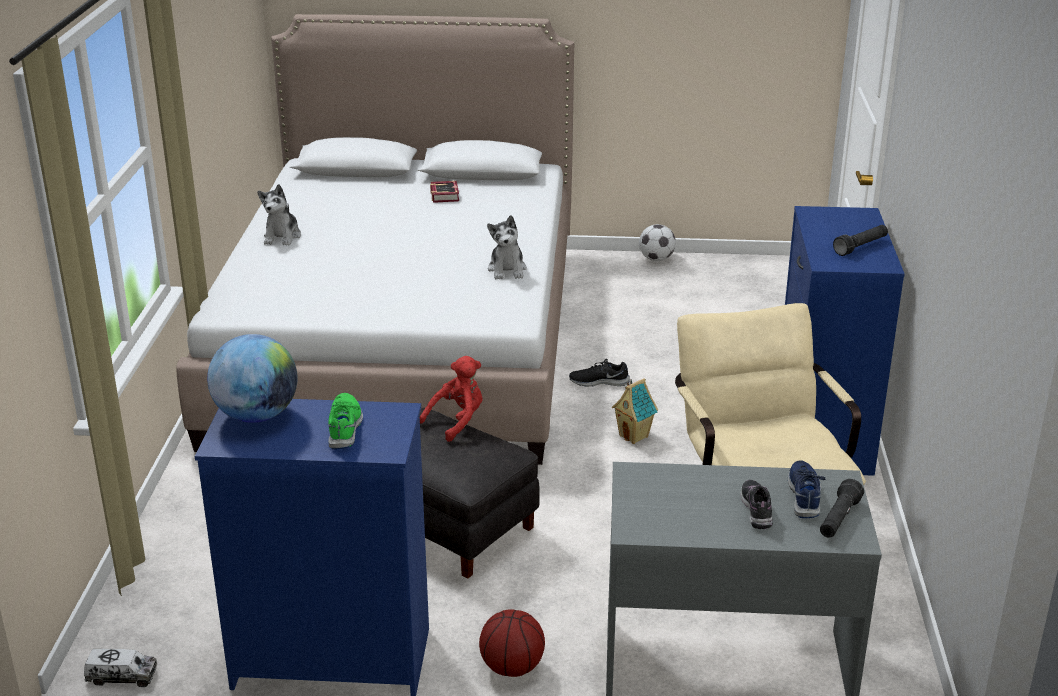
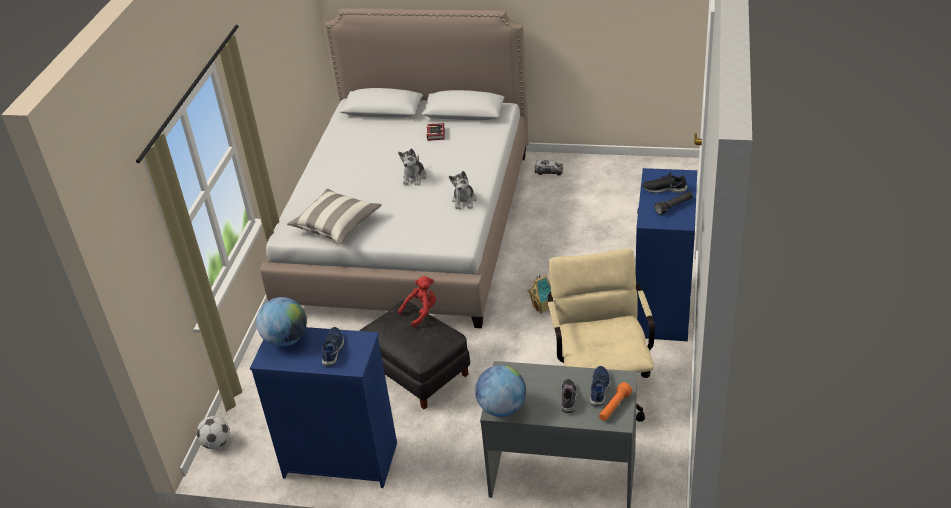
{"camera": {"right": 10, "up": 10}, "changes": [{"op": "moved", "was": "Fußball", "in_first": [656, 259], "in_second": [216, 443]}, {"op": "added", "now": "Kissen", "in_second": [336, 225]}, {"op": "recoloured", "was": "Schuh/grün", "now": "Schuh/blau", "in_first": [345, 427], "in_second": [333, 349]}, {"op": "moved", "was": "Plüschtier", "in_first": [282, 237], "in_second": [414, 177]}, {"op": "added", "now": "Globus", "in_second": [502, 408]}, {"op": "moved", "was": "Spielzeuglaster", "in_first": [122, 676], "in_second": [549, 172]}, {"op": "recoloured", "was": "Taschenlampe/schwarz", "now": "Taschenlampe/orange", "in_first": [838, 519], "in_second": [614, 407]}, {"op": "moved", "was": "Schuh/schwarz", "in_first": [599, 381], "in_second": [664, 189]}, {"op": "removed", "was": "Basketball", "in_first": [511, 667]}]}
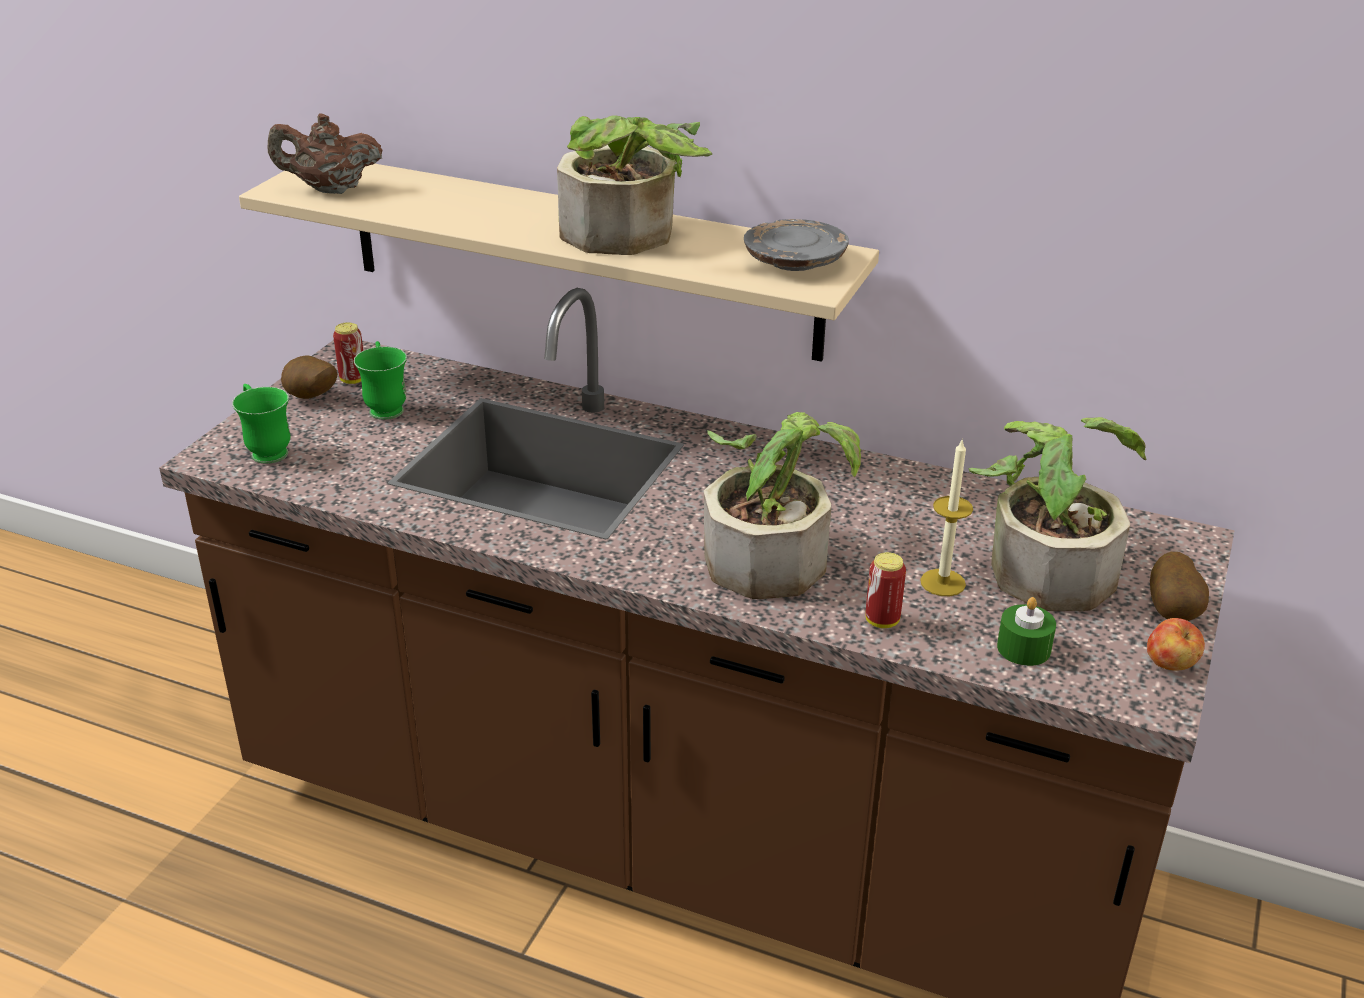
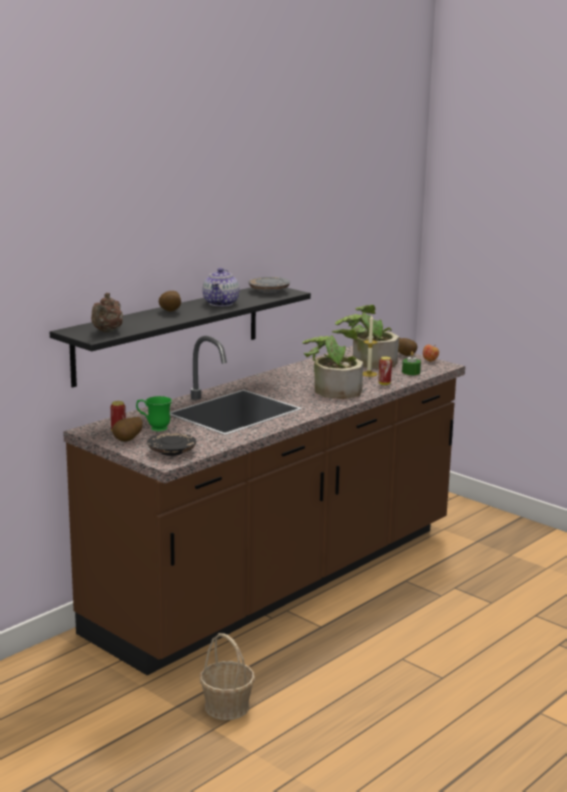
{"camera": {"right": -70, "up": -15}, "changes": [{"op": "recoloured", "was": "Wandregal/beige", "now": "Wandregal/schwarz", "in_first": [580, 256], "in_second": [169, 333]}, {"op": "replaced", "was": "Henkelbecher/grün", "now": "Teller/schwarz", "in_first": [266, 450], "in_second": [171, 452]}, {"op": "added", "now": "Kartoffel", "in_second": [169, 311]}, {"op": "added", "now": "Korb", "in_second": [227, 706]}, {"op": "replaced", "was": "Topfpflanze", "now": "Teekanne", "in_first": [629, 237], "in_second": [221, 303]}]}
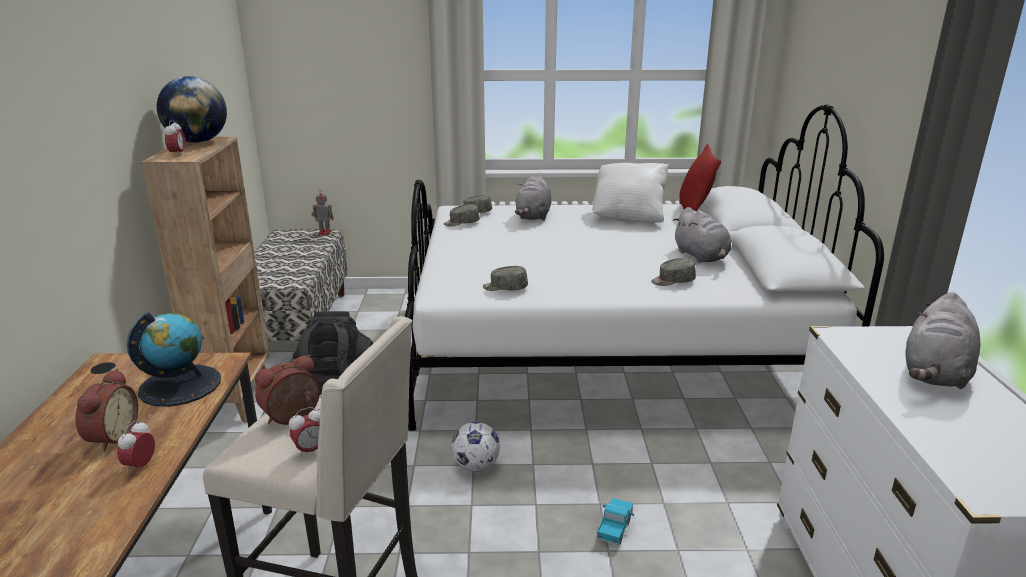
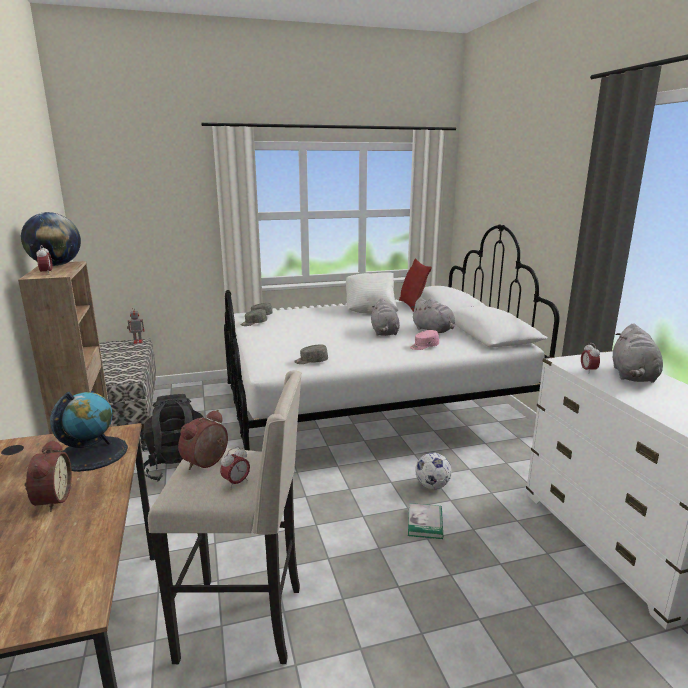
{"camera": {"right": -15, "up": -5}, "changes": [{"op": "moved", "was": "Plüschtier/grau", "in_first": [533, 216], "in_second": [384, 333]}, {"op": "replaced", "was": "Spielzeuglaster", "now": "Buch", "in_first": [614, 528], "in_second": [425, 522]}, {"op": "recoloured", "was": "Kappe/grau", "now": "Kappe/rosa", "in_first": [672, 281], "in_second": [424, 346]}, {"op": "moved", "was": "Fußball", "in_first": [476, 466], "in_second": [432, 486]}, {"op": "moved", "was": "Wecker", "in_first": [140, 466], "in_second": [588, 371]}]}
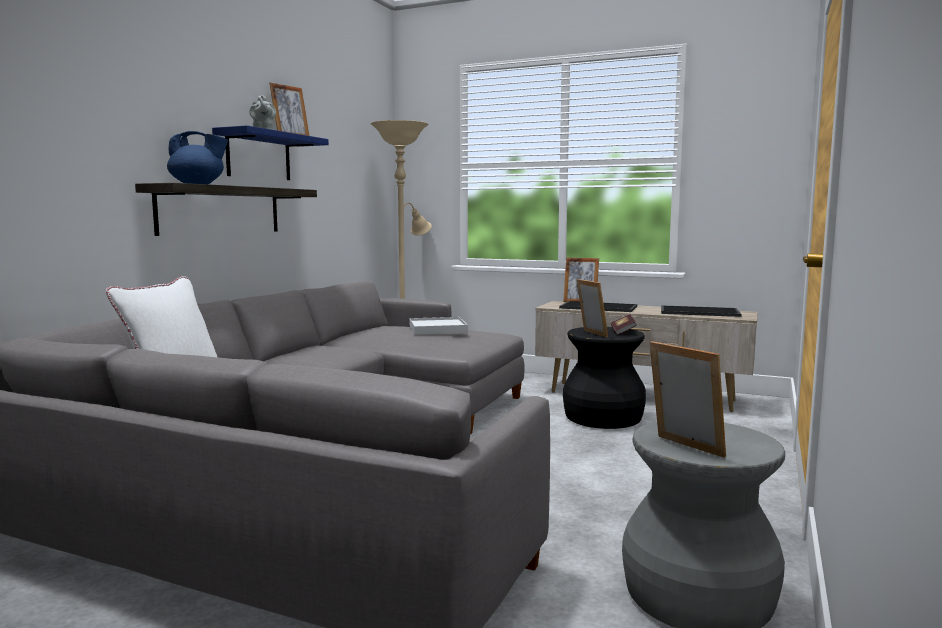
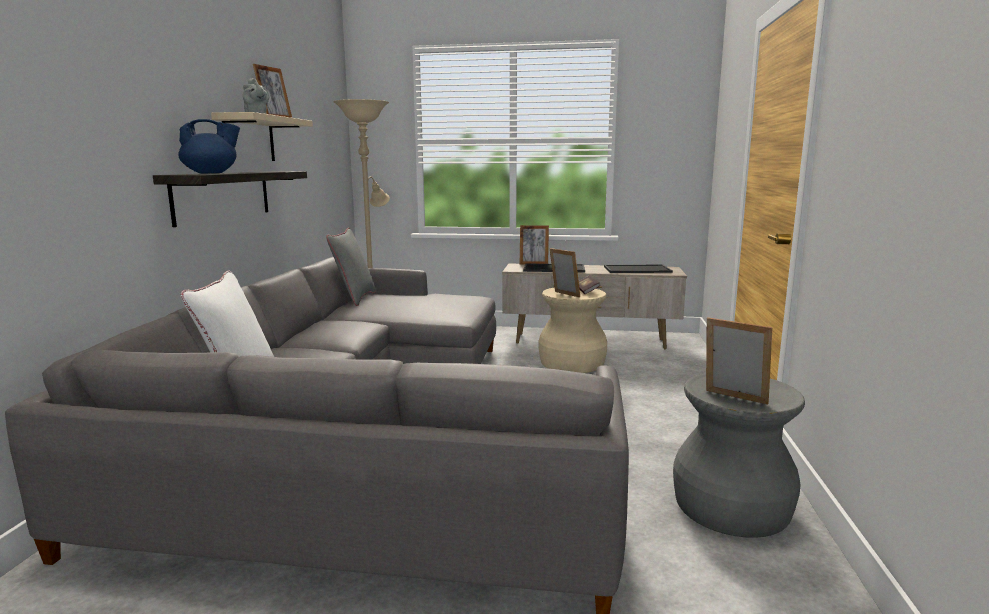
{"camera": {"right": -15, "up": 5}, "changes": [{"op": "recoloured", "was": "Wandregal/blau", "now": "Wandregal/beige", "in_first": [258, 156], "in_second": [249, 139]}, {"op": "added", "now": "Kissen/grau", "in_second": [354, 298]}, {"op": "recoloured", "was": "Hocker/schwarz", "now": "Hocker/beige", "in_first": [601, 418], "in_second": [571, 364]}, {"op": "removed", "was": "Tablett/weiß", "in_first": [437, 329]}]}
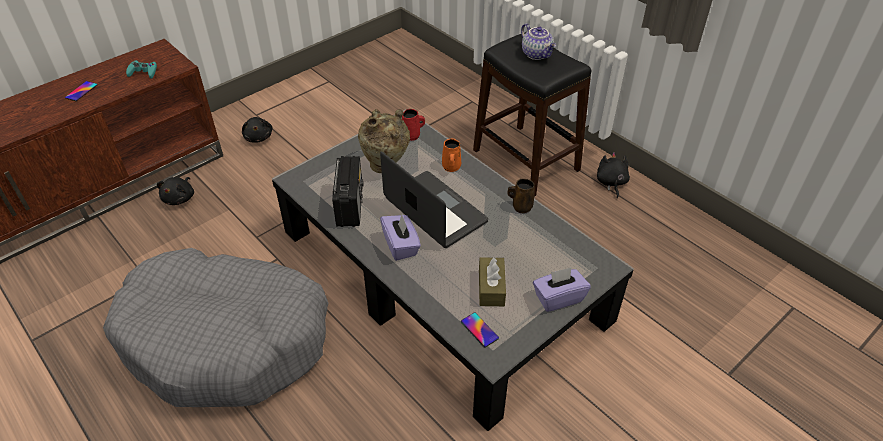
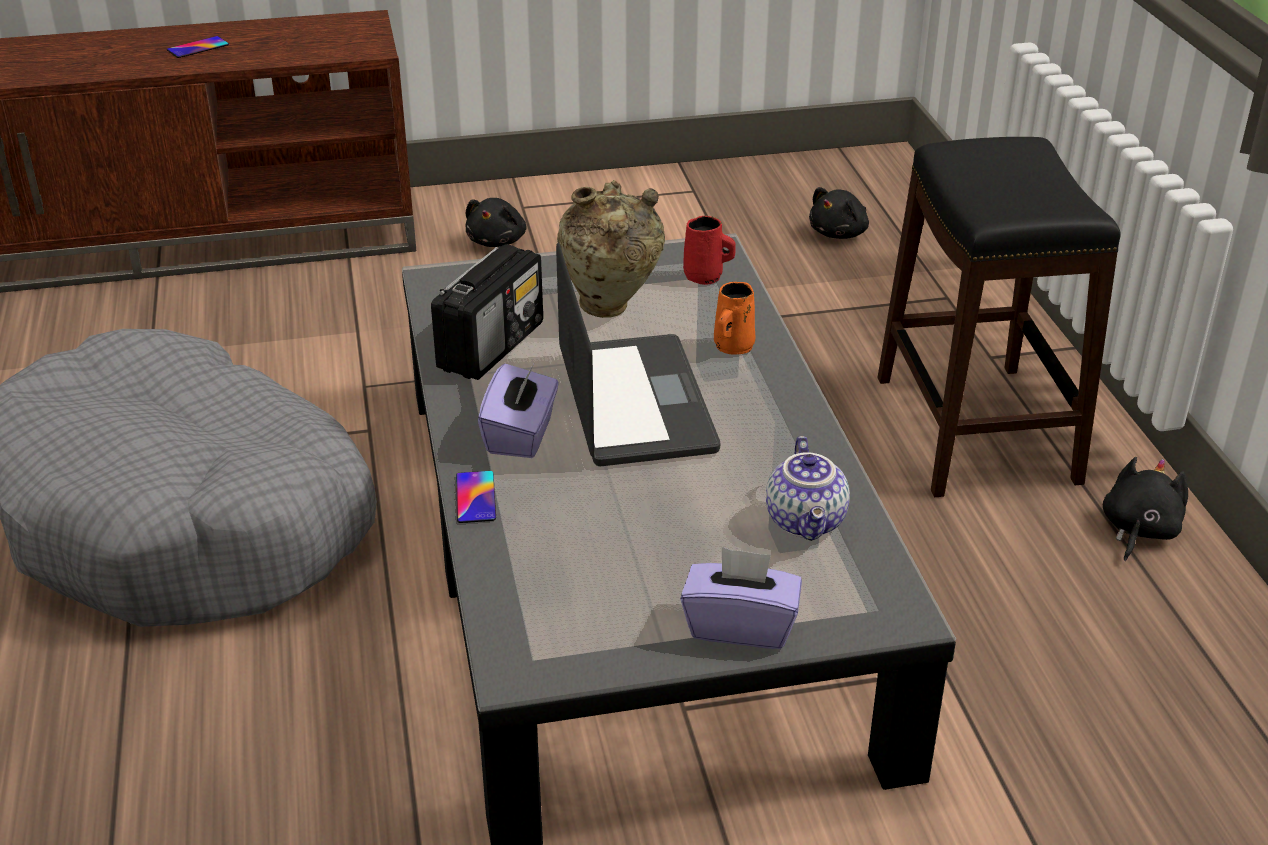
{"camera": {"right": 30, "up": -10}, "changes": [{"op": "moved", "was": "Handy", "in_first": [479, 330], "in_second": [475, 497]}, {"op": "moved", "was": "Teekanne", "in_first": [537, 54], "in_second": [807, 522]}, {"op": "moved", "was": "Plüschtier/schwarz", "in_first": [180, 198], "in_second": [840, 233]}, {"op": "removed", "was": "Gamepad/türkis", "in_first": [143, 72]}, {"op": "removed", "was": "Taschentuchbox/braun", "in_first": [491, 288]}, {"op": "removed", "was": "Henkelbecher/braun", "in_first": [521, 207]}]}
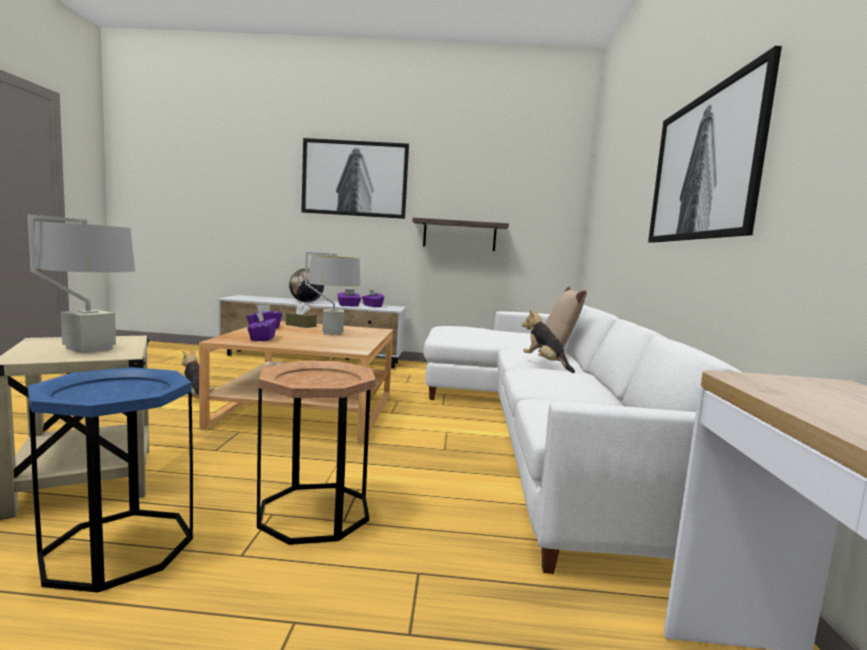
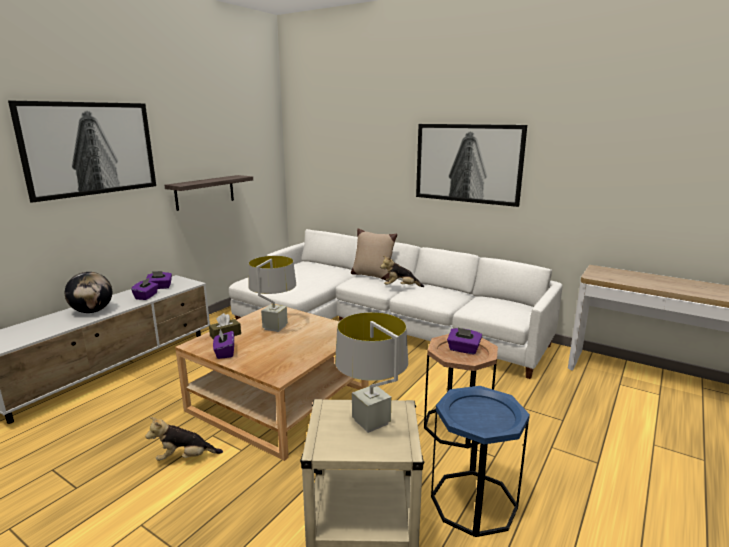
{"camera": {"right": -60, "up": 10}, "changes": [{"op": "moved", "was": "Taschentuchbox/lila", "in_first": [262, 339], "in_second": [463, 349]}]}
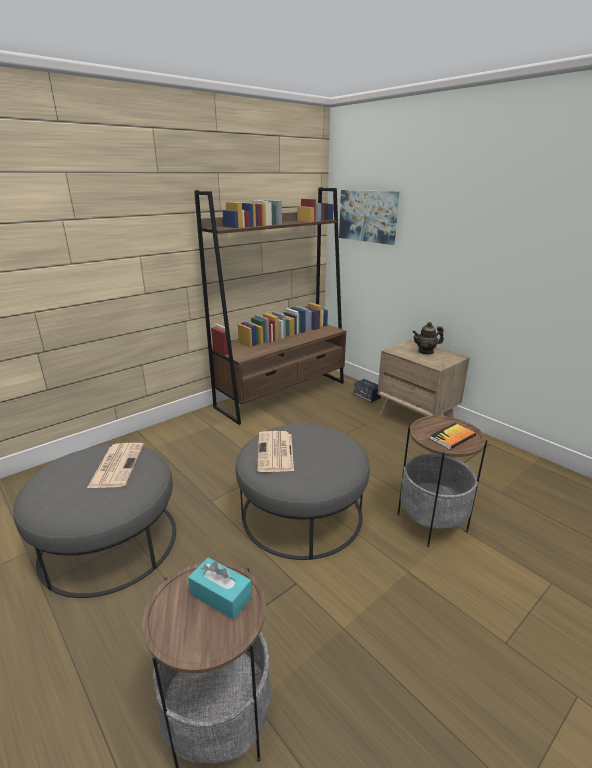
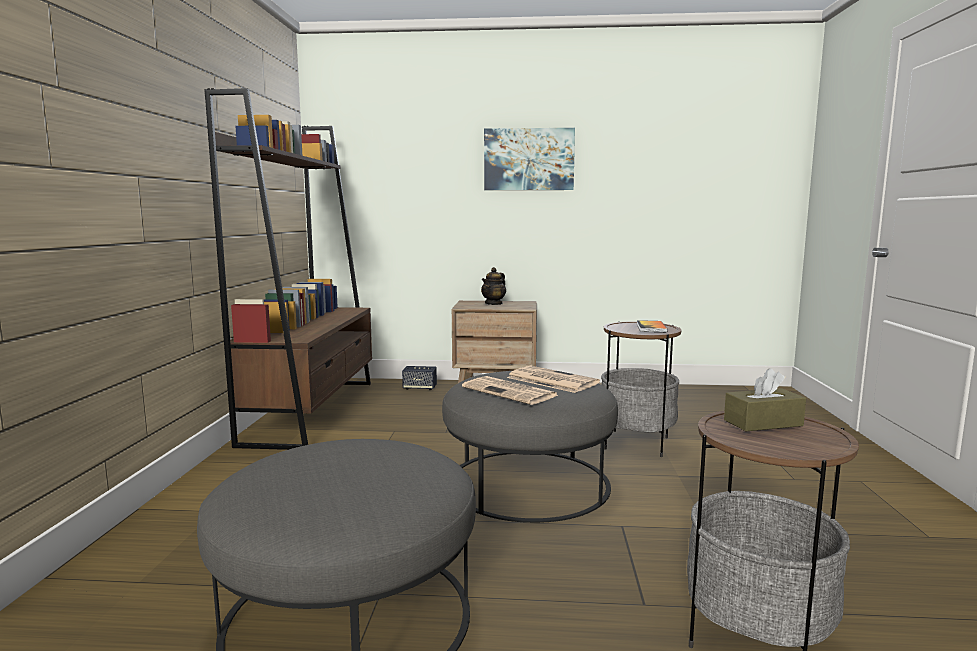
{"camera": {"right": -45, "up": -15}, "changes": [{"op": "moved", "was": "Bild", "in_first": [368, 216], "in_second": [529, 159]}, {"op": "moved", "was": "Zeitung", "in_first": [117, 465], "in_second": [551, 380]}, {"op": "recoloured", "was": "Taschentuchbox/türkis", "now": "Taschentuchbox/braun", "in_first": [221, 595], "in_second": [763, 423]}]}
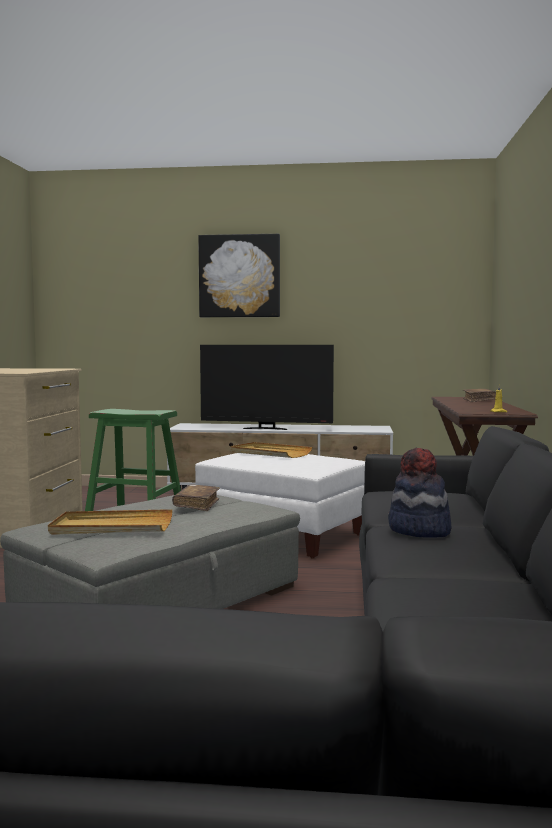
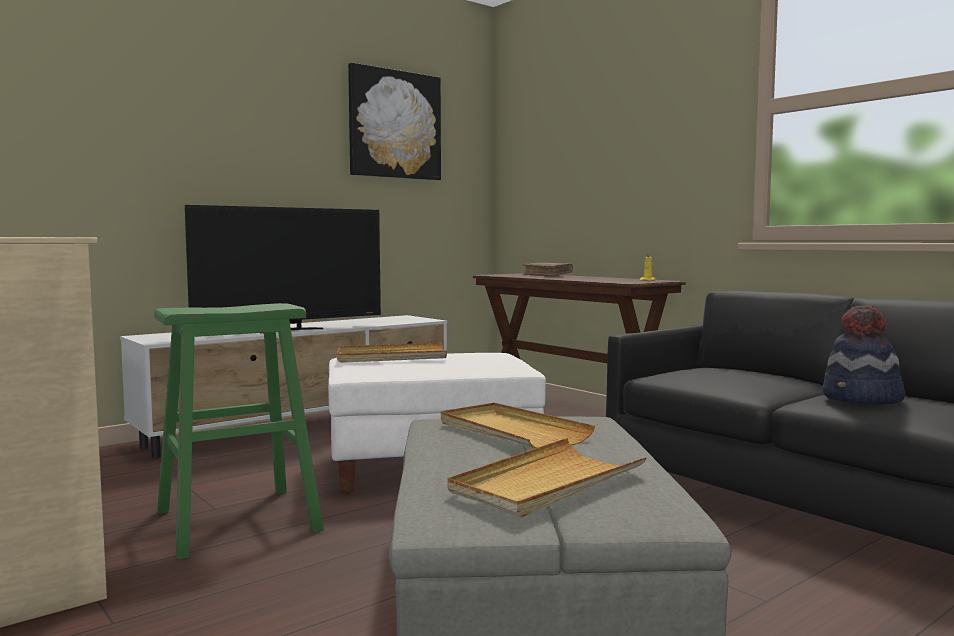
{"camera": {"right": -45, "up": 0}, "changes": [{"op": "moved", "was": "Bild", "in_first": [239, 276], "in_second": [394, 125]}, {"op": "replaced", "was": "Buch/braun", "now": "Tablett/beige", "in_first": [197, 505], "in_second": [511, 431]}]}
